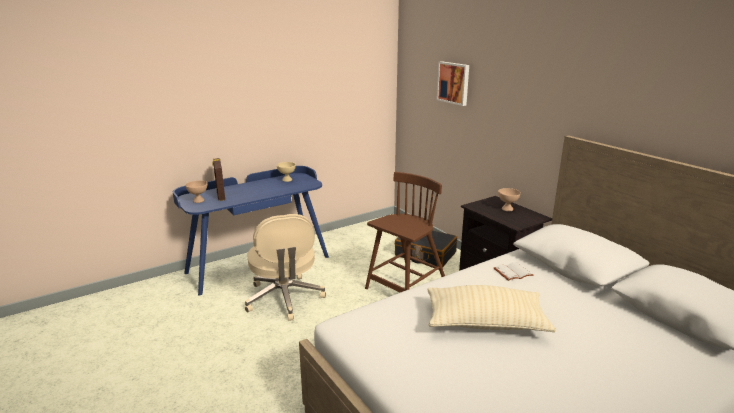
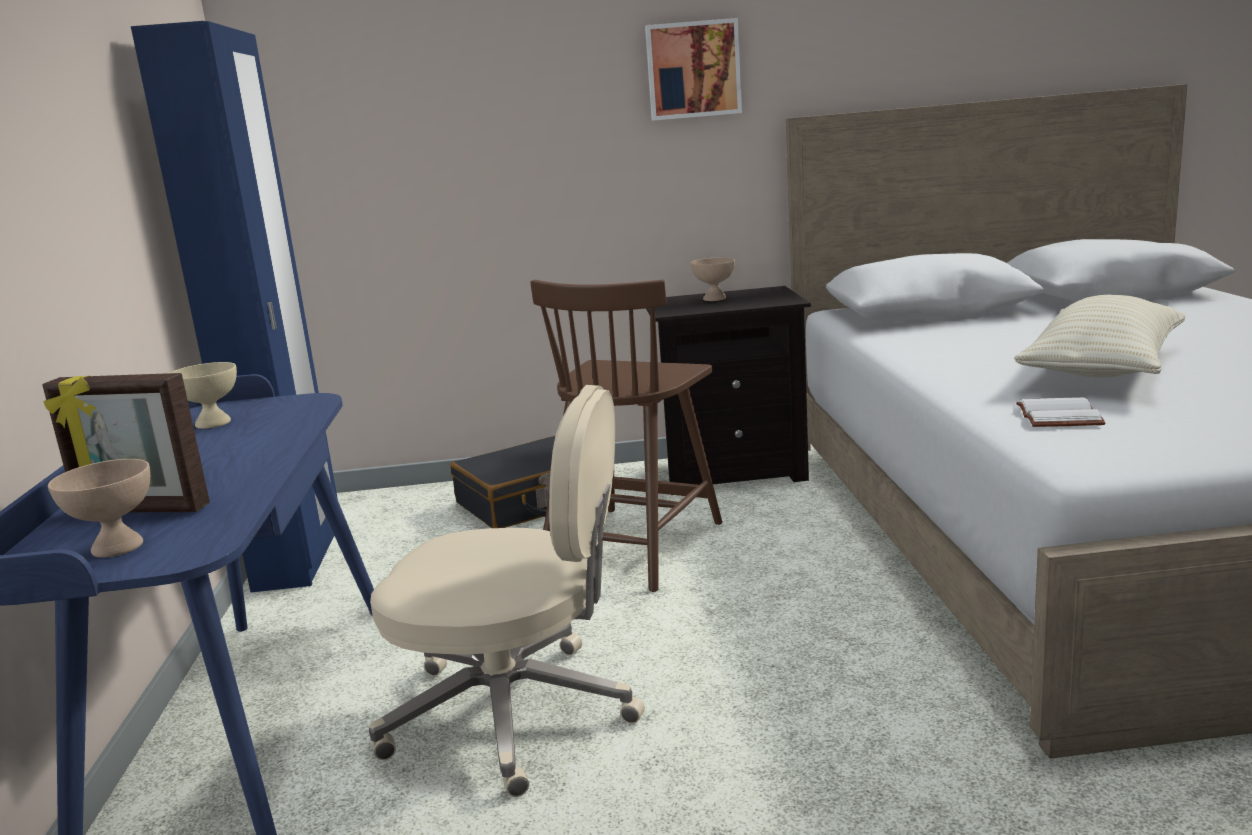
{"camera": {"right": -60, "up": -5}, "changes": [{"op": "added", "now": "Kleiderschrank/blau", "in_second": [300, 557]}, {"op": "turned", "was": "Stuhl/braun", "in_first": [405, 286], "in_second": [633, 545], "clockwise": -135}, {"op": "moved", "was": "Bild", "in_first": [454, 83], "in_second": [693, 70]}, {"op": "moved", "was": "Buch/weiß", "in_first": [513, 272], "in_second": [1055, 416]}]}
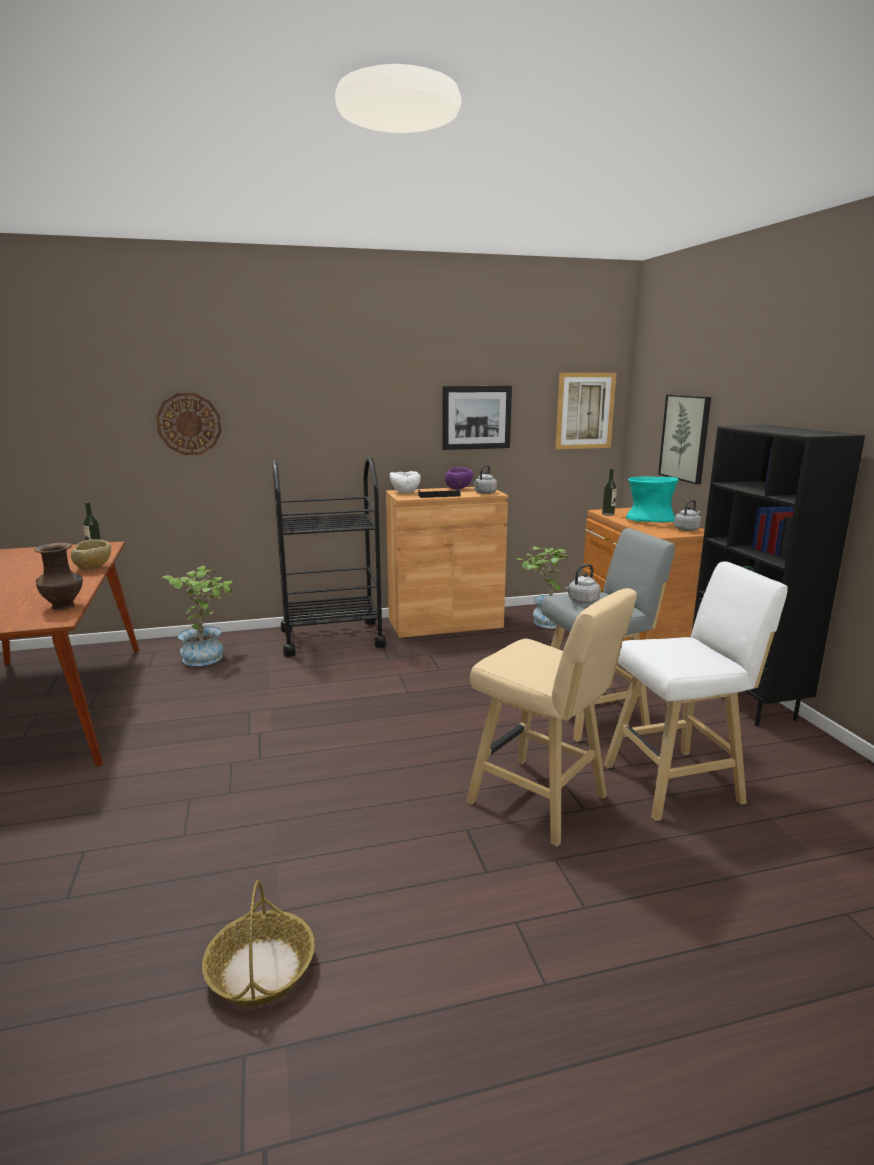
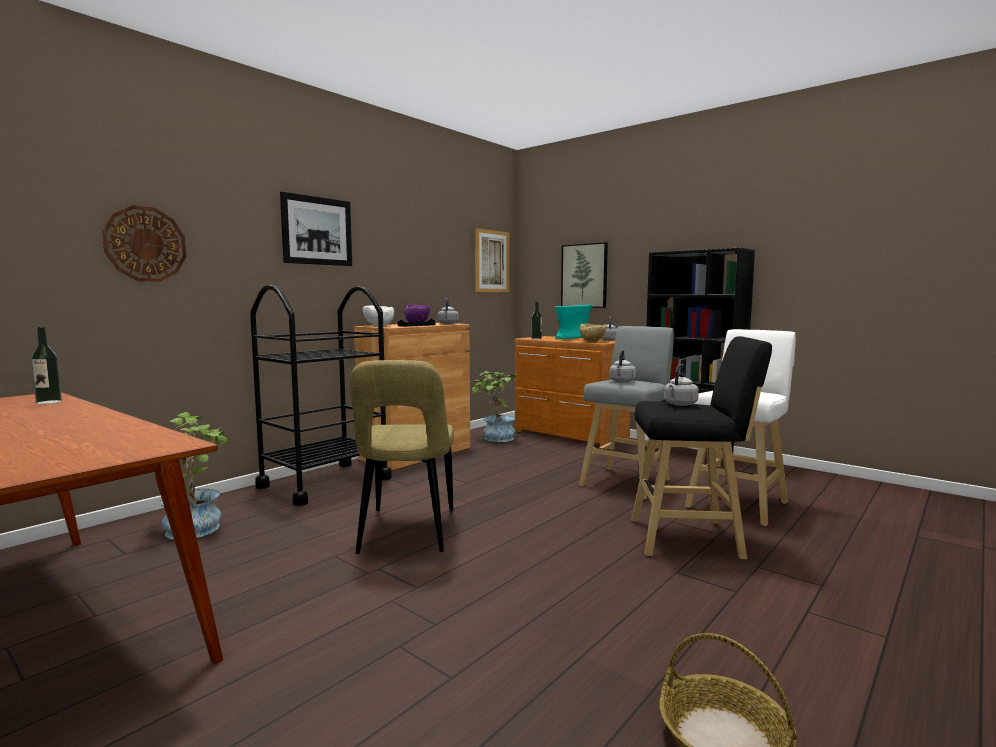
{"camera": {"right": -35, "up": -10}, "changes": [{"op": "moved", "was": "Bild", "in_first": [476, 417], "in_second": [317, 231]}, {"op": "added", "now": "Stuhl/beige", "in_second": [406, 533]}, {"op": "moved", "was": "Schüssel/beige", "in_first": [94, 568], "in_second": [592, 341]}, {"op": "recoloured", "was": "Hocker/beige", "now": "Hocker/schwarz", "in_first": [542, 803], "in_second": [690, 539]}, {"op": "added", "now": "Wasserkessel/grau", "in_second": [679, 404]}, {"op": "removed", "was": "Vase/braun", "in_first": [64, 606]}]}
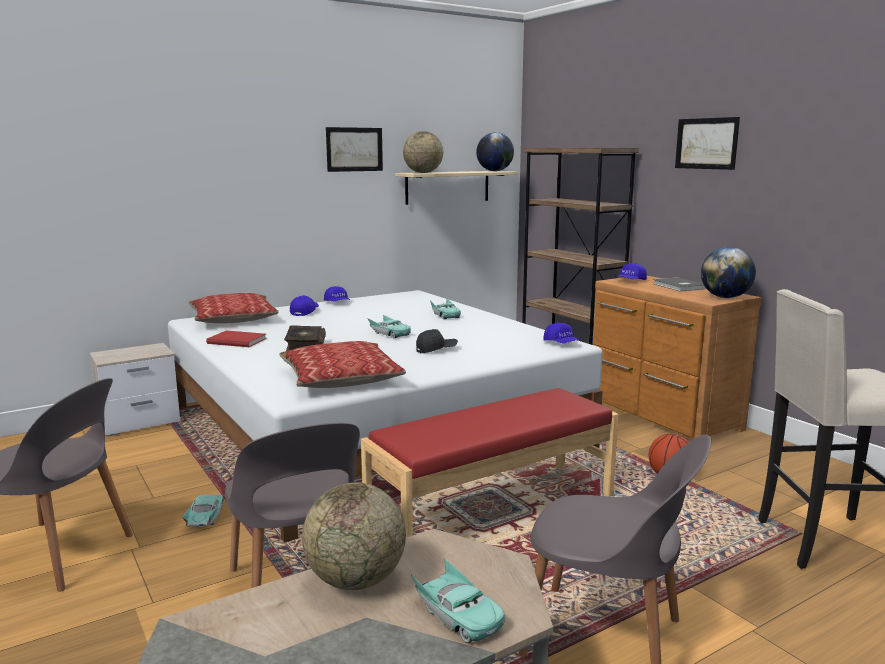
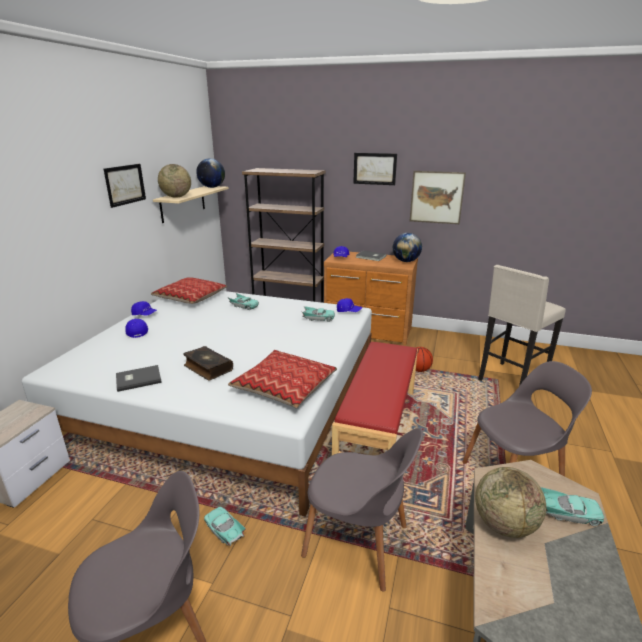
{"camera": {"right": -40, "up": 10}, "changes": [{"op": "recoloured", "was": "Buch/rot", "now": "Buch/grau", "in_first": [237, 340], "in_second": [138, 379]}, {"op": "moved", "was": "Kissen", "in_first": [233, 319], "in_second": [190, 297]}, {"op": "moved", "was": "Spielzeugauto/türkis", "in_first": [389, 333], "in_second": [318, 318]}, {"op": "added", "now": "Bild", "in_second": [436, 197]}, {"op": "removed", "was": "Kappe/schwarz", "in_first": [436, 350]}]}
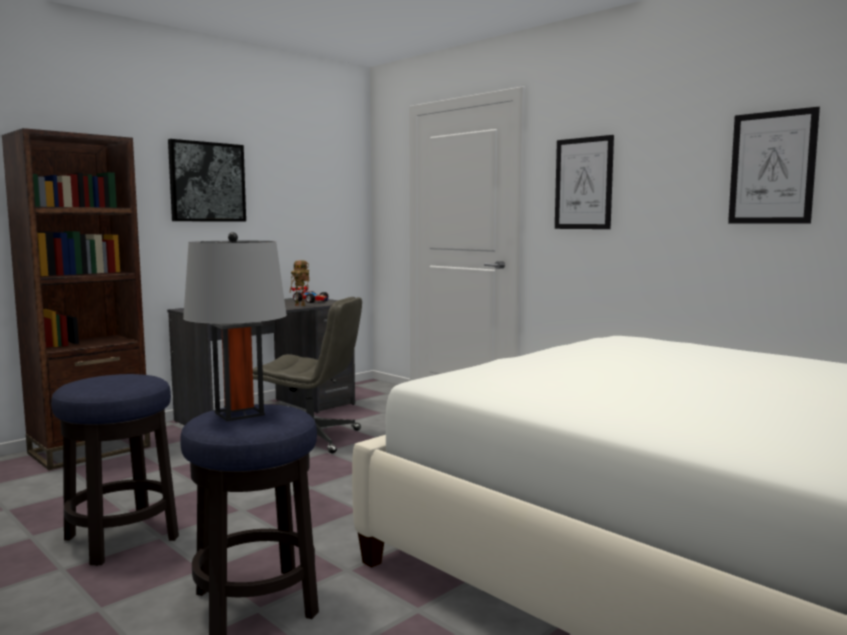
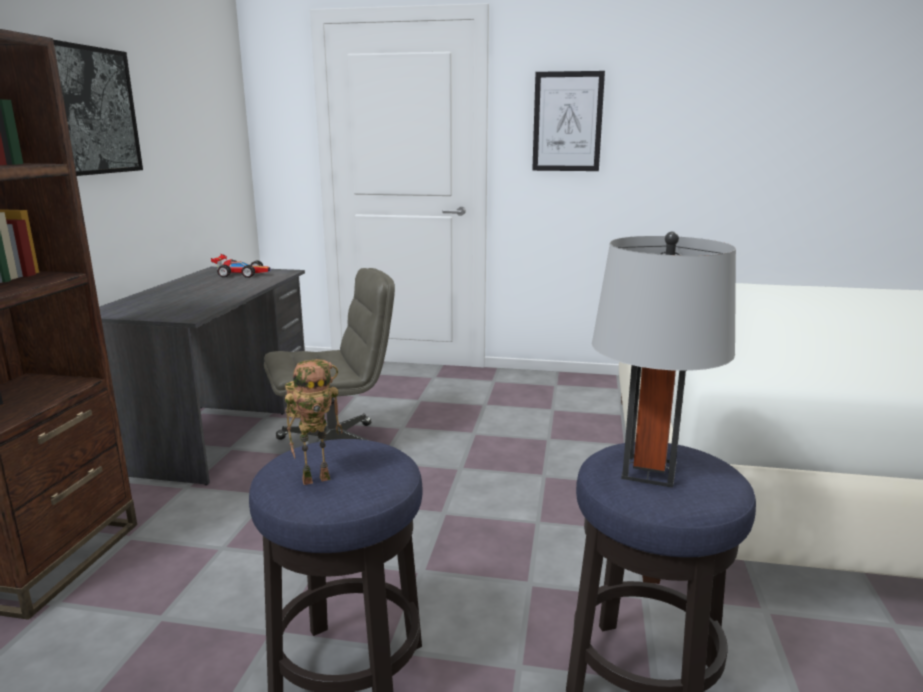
{"camera": {"right": -35, "up": 10}, "changes": [{"op": "moved", "was": "Spielzeugroboter", "in_first": [301, 305], "in_second": [317, 478]}, {"op": "removed", "was": "Bild", "in_first": [772, 168]}]}
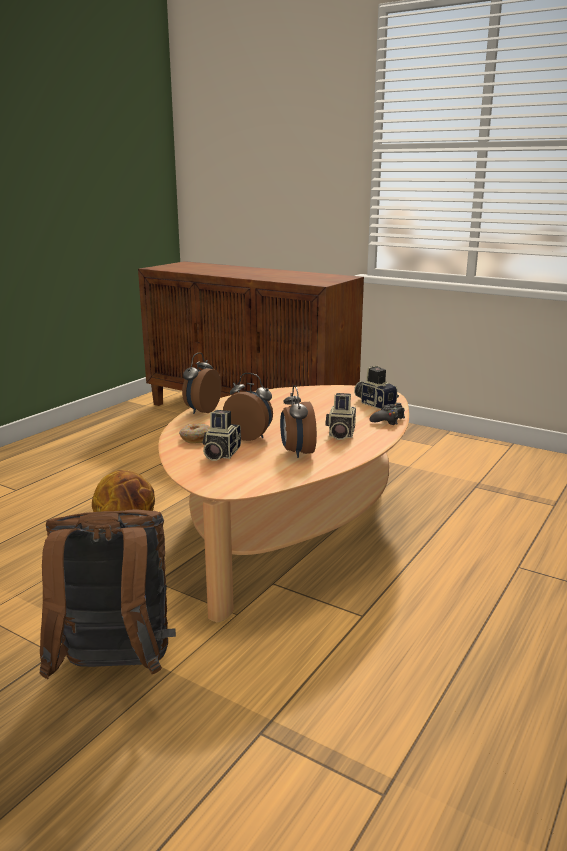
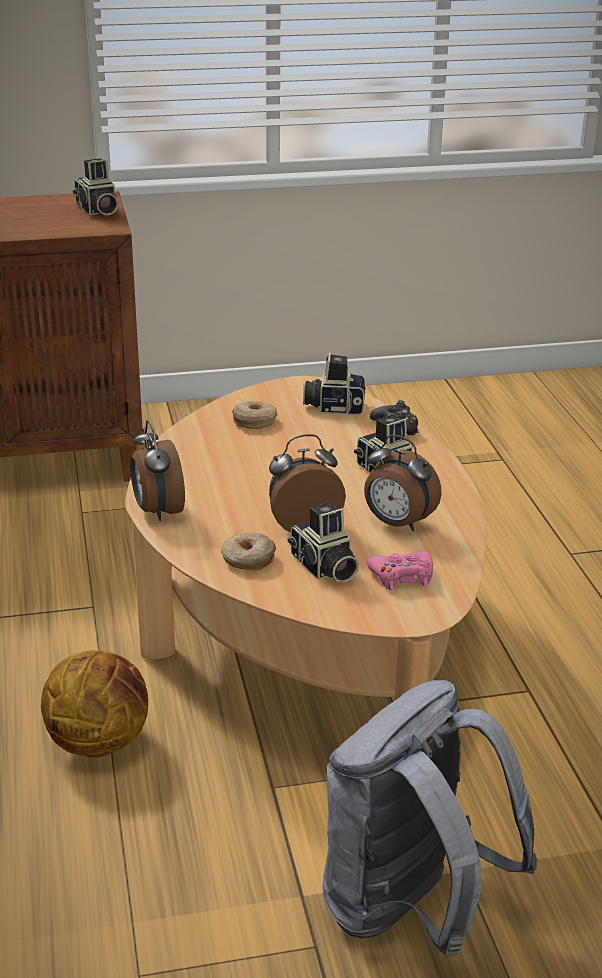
{"camera": {"right": -45, "up": 10}, "changes": [{"op": "added", "now": "Kamera", "in_second": [97, 210]}, {"op": "added", "now": "Donut", "in_second": [254, 421]}, {"op": "recoloured", "was": "Rucksack/braun", "now": "Rucksack/grau", "in_first": [115, 669], "in_second": [410, 910]}, {"op": "added", "now": "Gamepad/rosa", "in_second": [402, 577]}]}
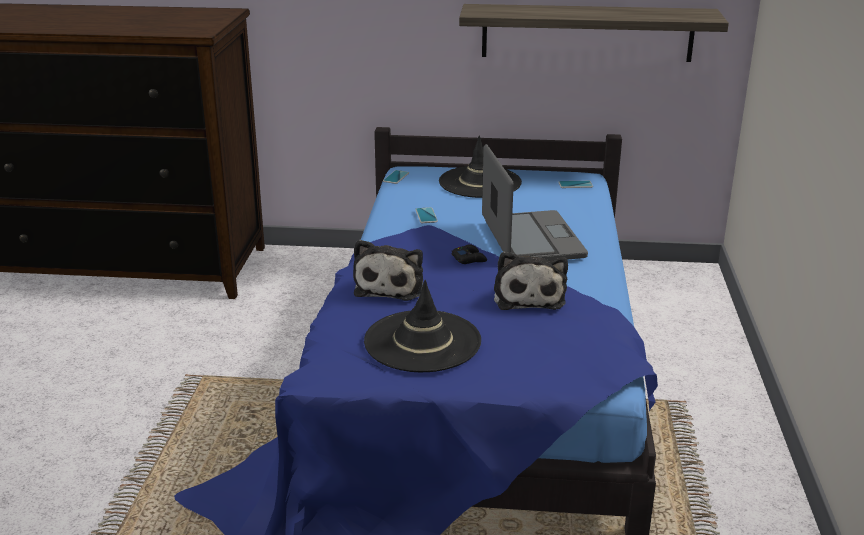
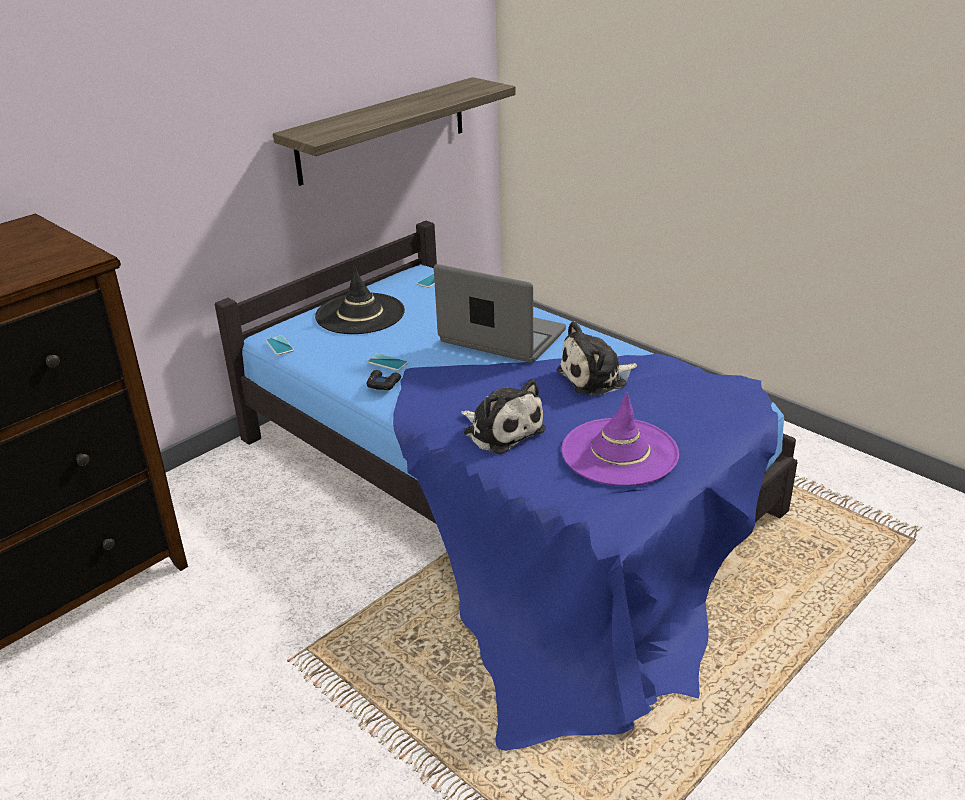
{"camera": {"right": -50, "up": 5}, "changes": [{"op": "moved", "was": "Gamepad/schwarz", "in_first": [469, 259], "in_second": [383, 384]}, {"op": "turned", "was": "Plüschtier", "in_first": [528, 296], "in_second": [596, 378], "clockwise": 120}, {"op": "recoloured", "was": "Hut/schwarz", "now": "Hut/lila", "in_first": [422, 341], "in_second": [619, 452]}]}
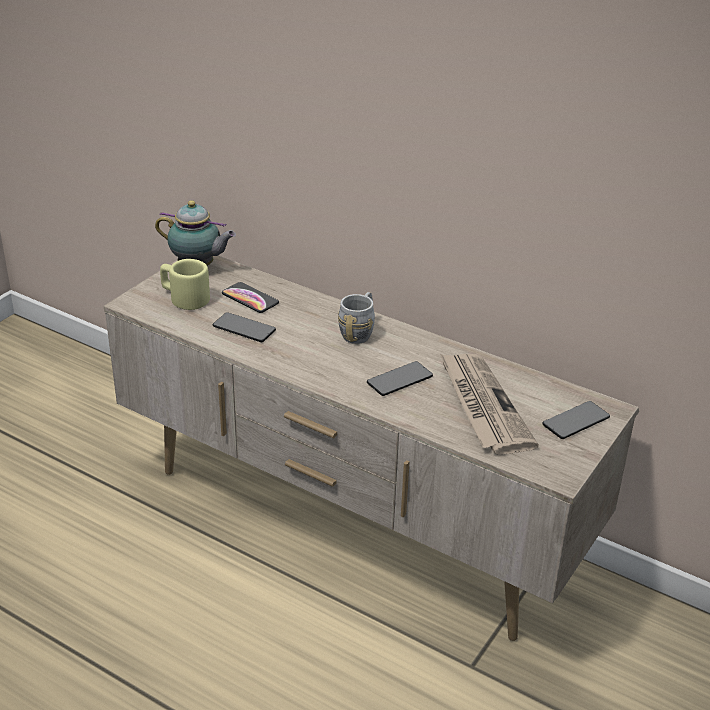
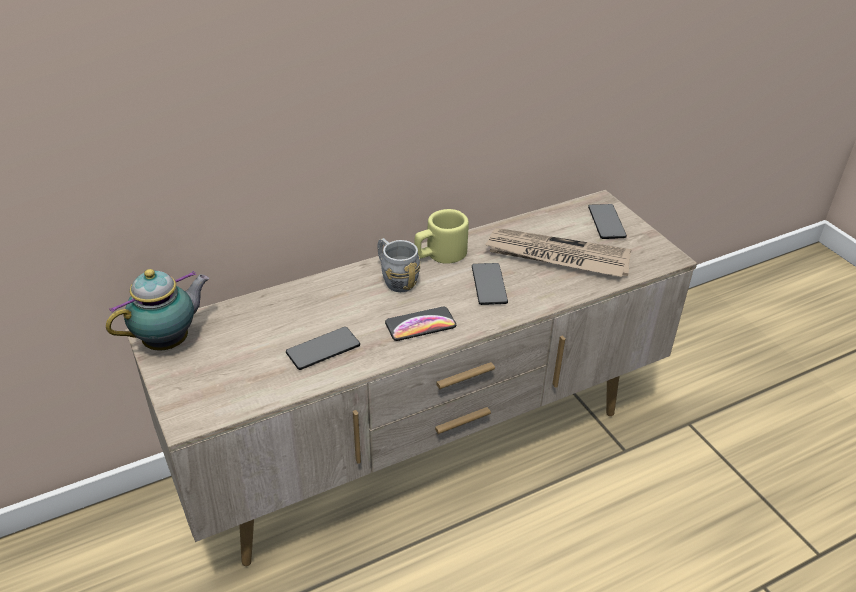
{"camera": {"right": -60, "up": 5}, "changes": [{"op": "moved", "was": "Handy", "in_first": [250, 298], "in_second": [420, 325]}, {"op": "moved", "was": "Henkelbecher/beige", "in_first": [184, 298], "in_second": [439, 254]}]}
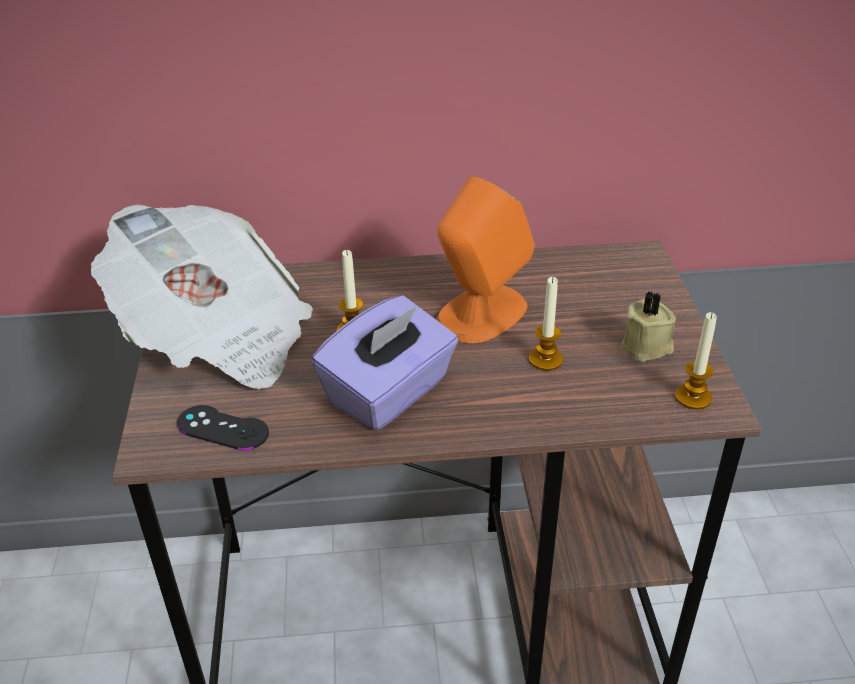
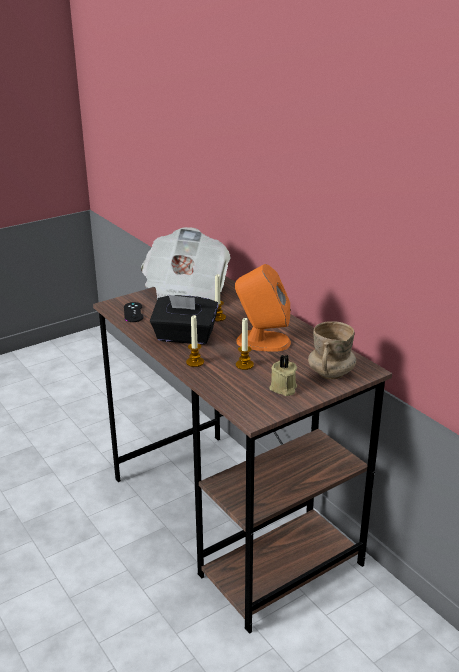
{"camera": {"right": 60, "up": -10}, "changes": [{"op": "recoloured", "was": "Taschentuchbox/lila", "now": "Taschentuchbox/schwarz", "in_first": [389, 393], "in_second": [185, 337]}, {"op": "moved", "was": "Kerze", "in_first": [693, 397], "in_second": [195, 362]}, {"op": "added", "now": "Henkelbecher/beige", "in_second": [331, 374]}]}
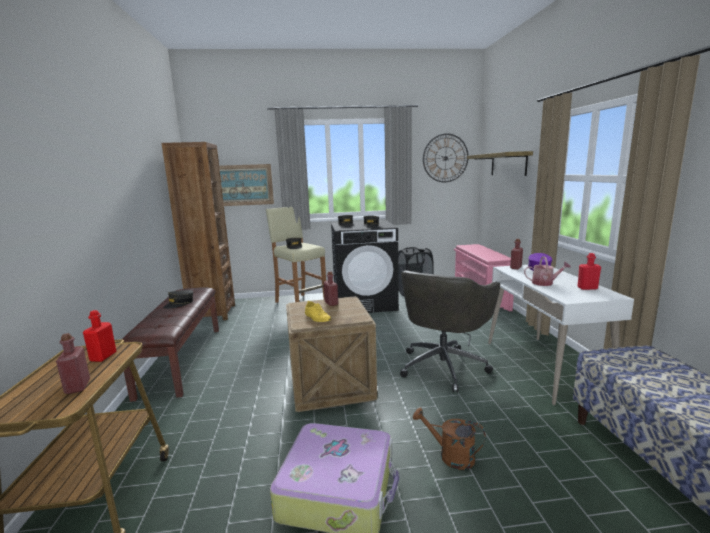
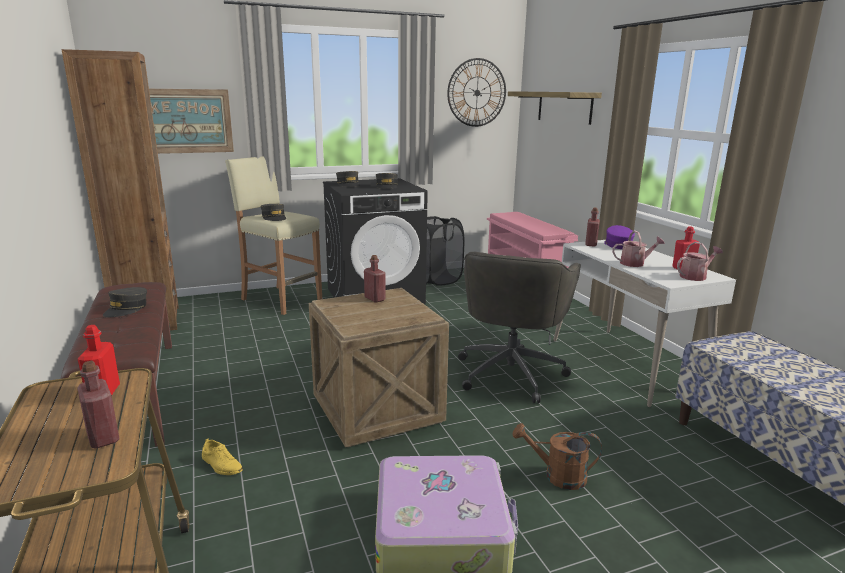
{"camera": {"right": -15, "up": 5}, "changes": [{"op": "moved", "was": "Schuh/gelb", "in_first": [317, 318], "in_second": [221, 465]}, {"op": "added", "now": "Gießkanne", "in_second": [695, 276]}]}
